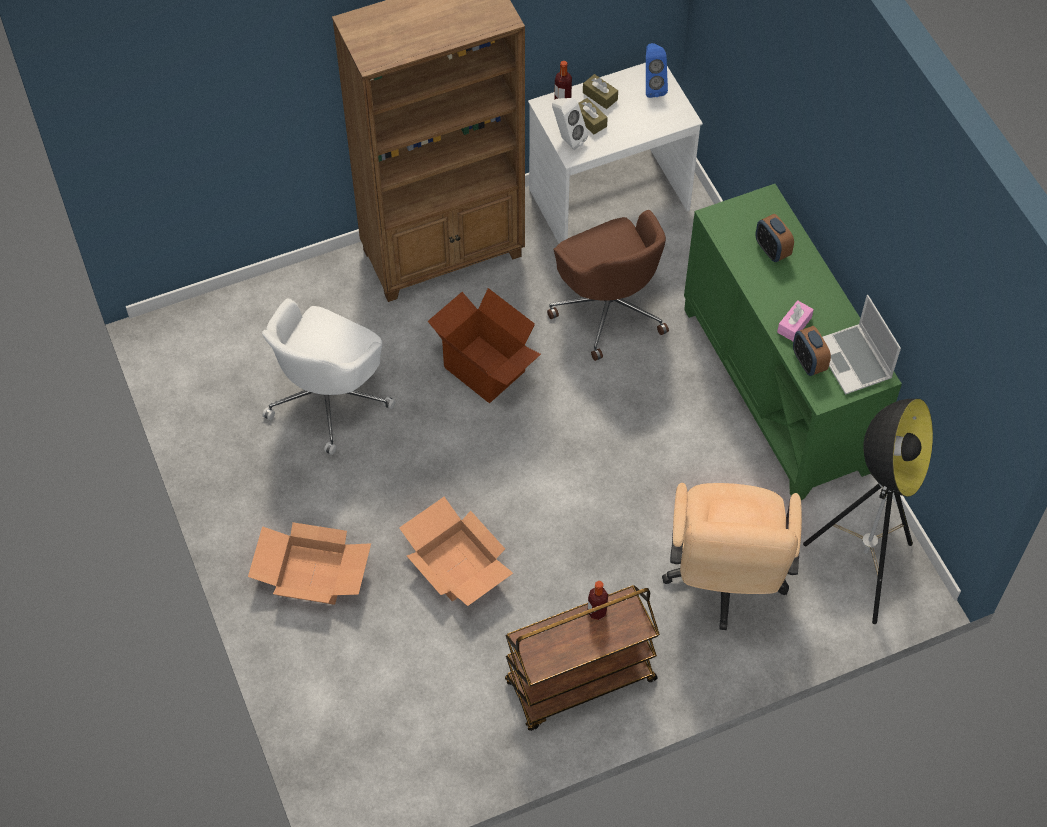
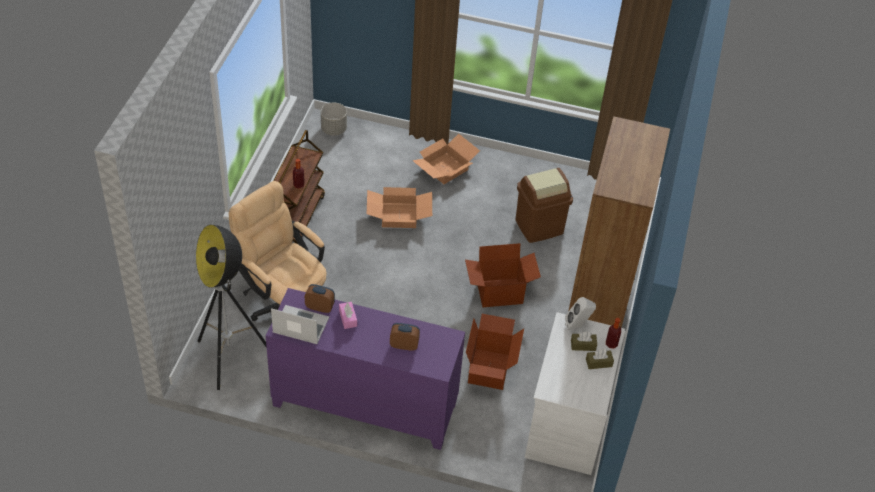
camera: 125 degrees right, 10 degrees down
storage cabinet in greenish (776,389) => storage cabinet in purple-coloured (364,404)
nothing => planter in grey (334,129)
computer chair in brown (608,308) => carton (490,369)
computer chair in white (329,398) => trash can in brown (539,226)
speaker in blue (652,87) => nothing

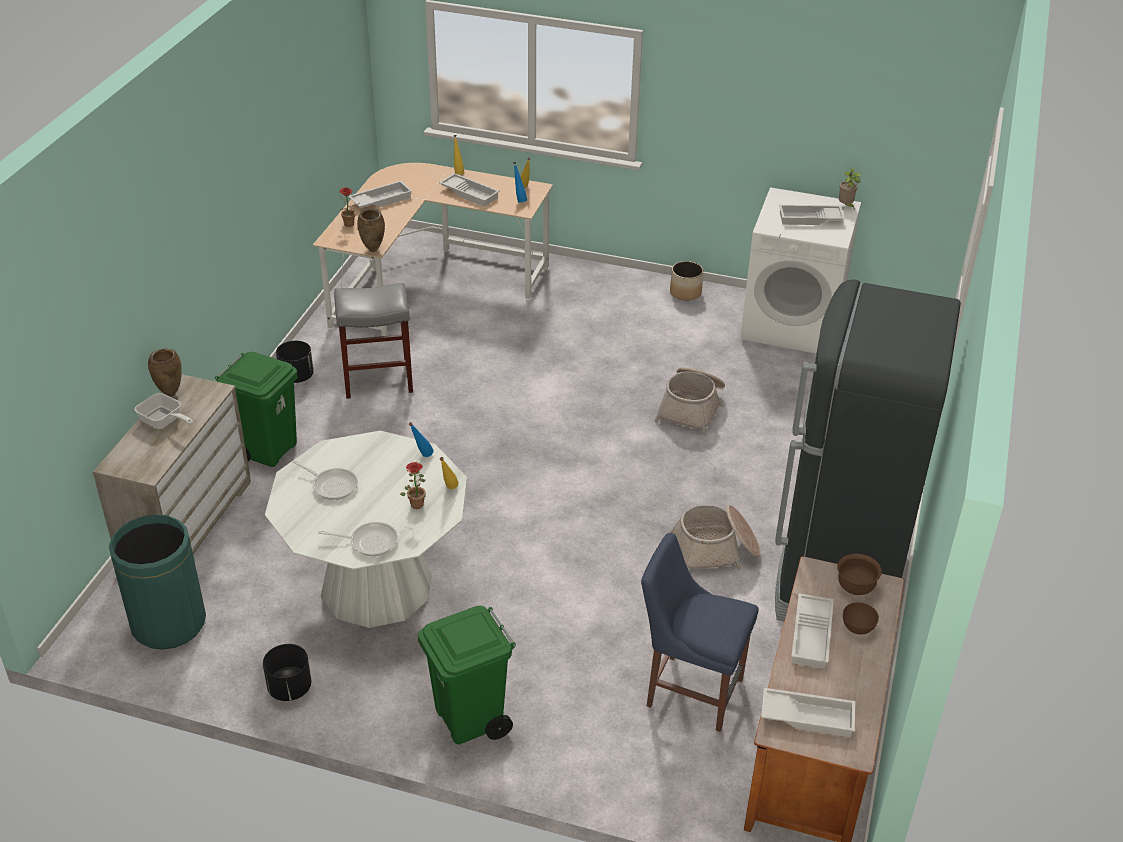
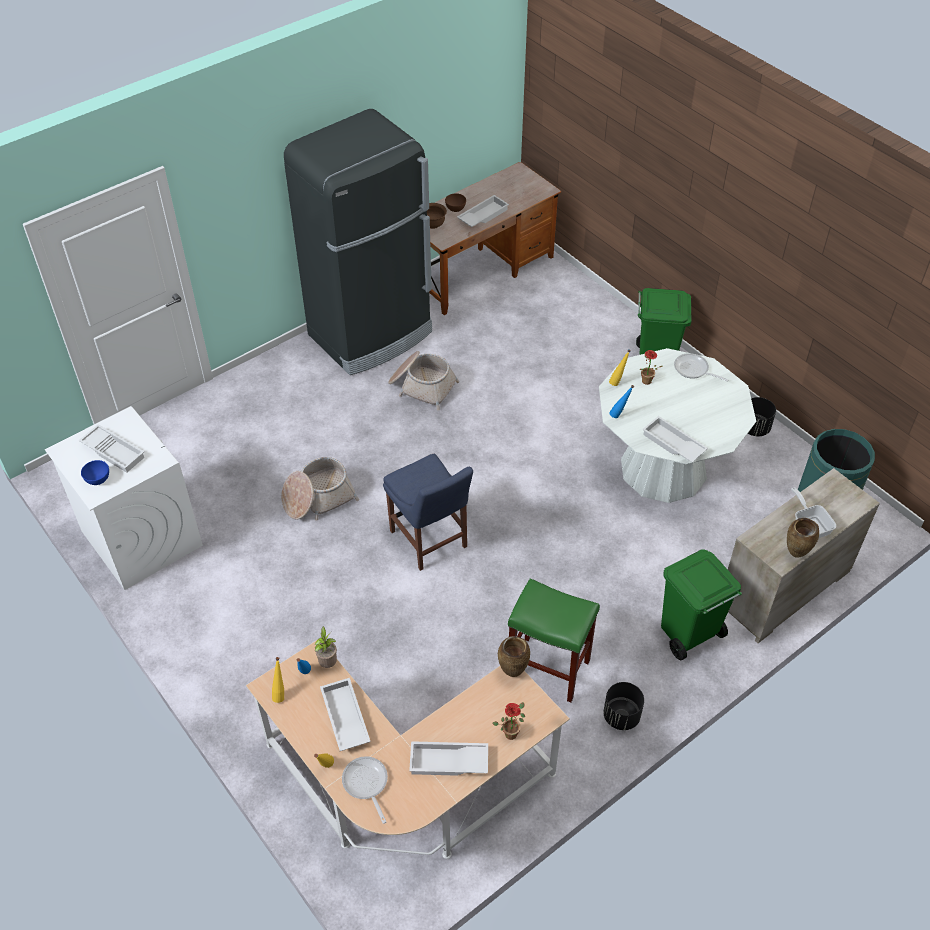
camera: 145 degrees left, 10 degrees up
nothing => deep dish in blue (98,480)
potted plant (846,206) => potted plant (328,663), move
pan (332,485) => pan (366,784), move
plain chair in blue (690,690) => plain chair in blue (430,541), move
sitting stool in grey (377,381) => sitting stool in greenish (549,668)
serving tray in white (808,716) => serving tray in white (672,444), move
planter (685,292) => nothing

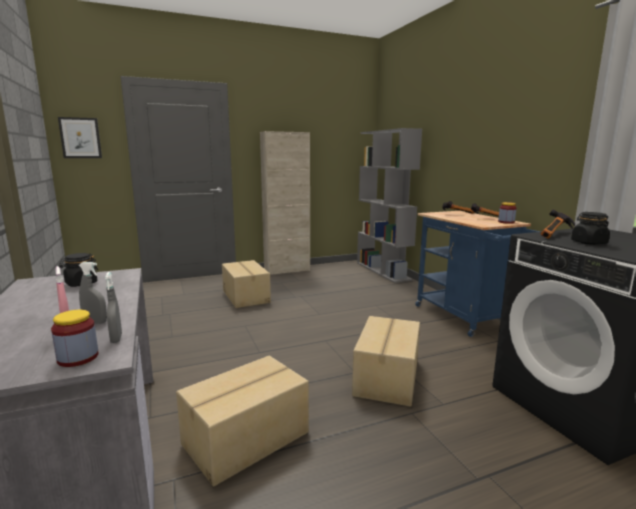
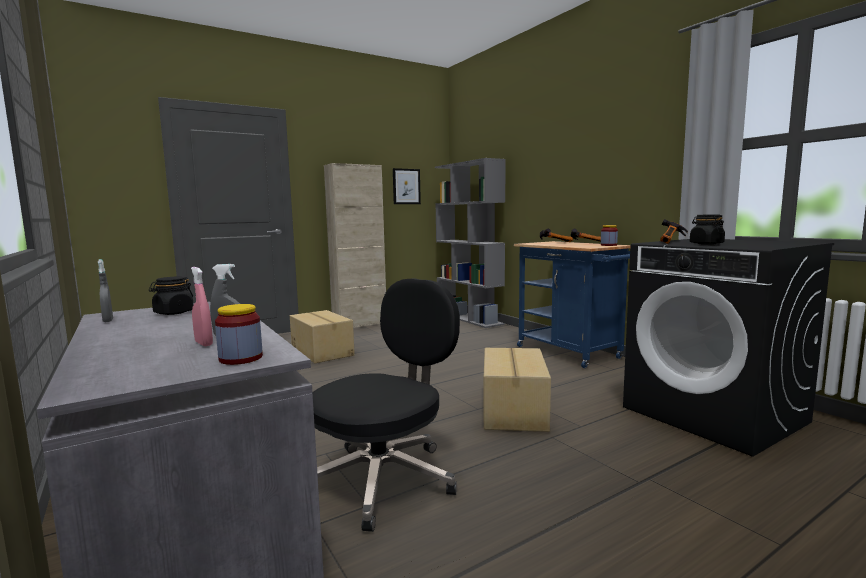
camera: 10 degrees left, 5 degrees down
spray bottle in grey (116,338) => spray bottle in grey (108,320), move
carton (247,439) => computer chair in blackish (384,479)
wall picture (80,138) => wall picture (406,186), move

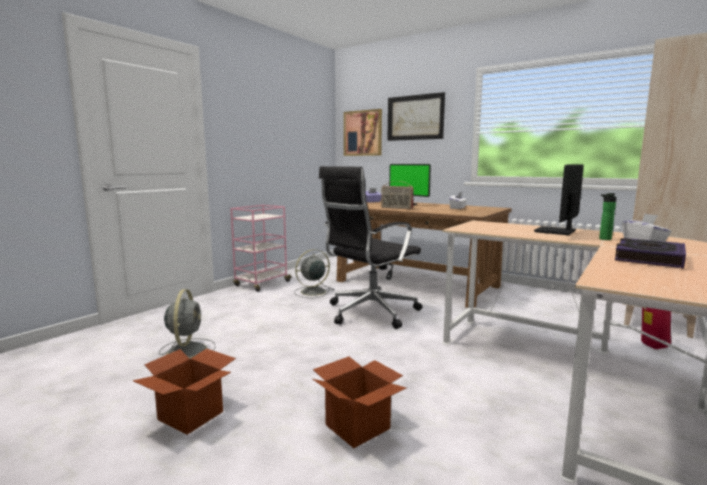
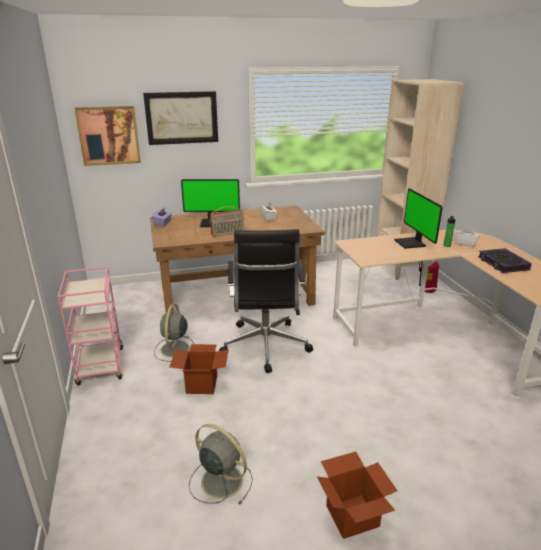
camera: 50 degrees left, 15 degrees up
carton (357,427) => carton (202,384), move

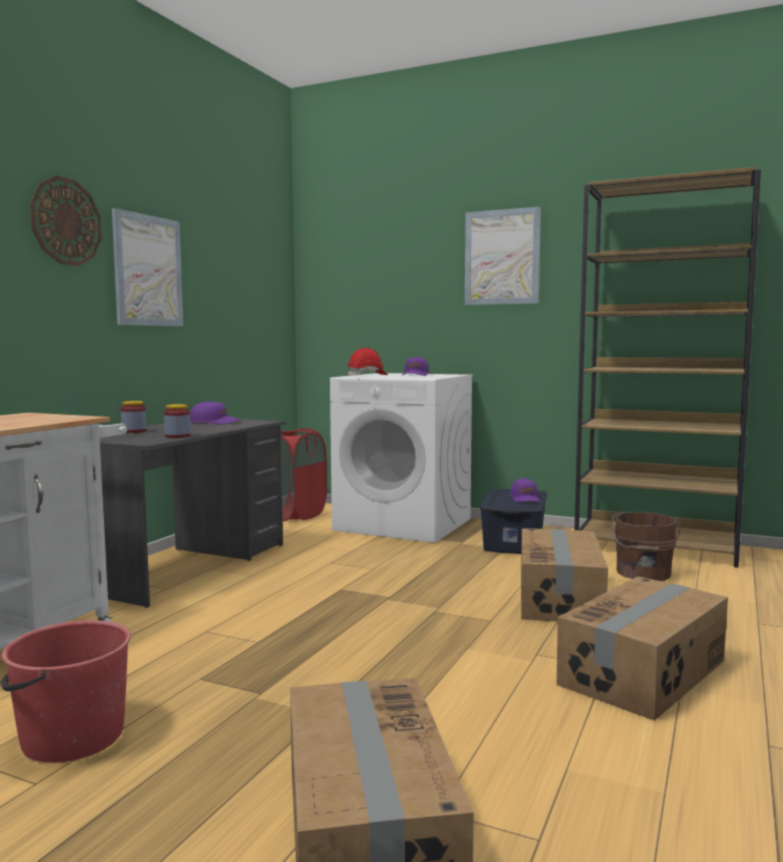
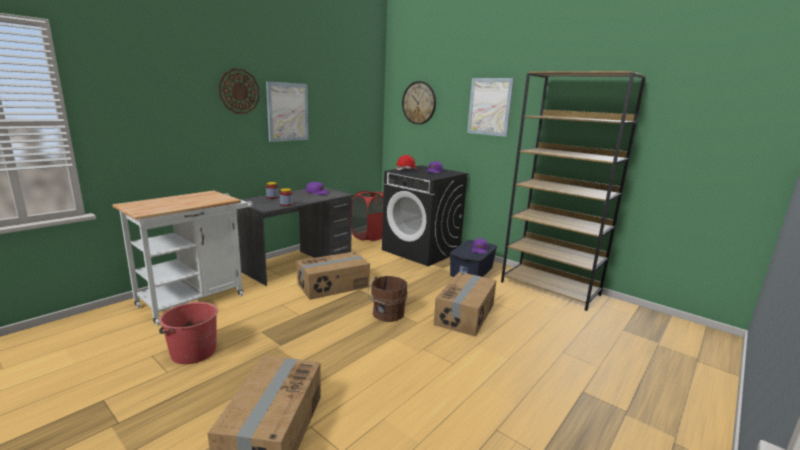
camera: 15 degrees right, 10 degrees up
carton (644,673) => carton (333,286), move
bucket in brown (643,573) => bucket in brown (387,314), move
laundry machine in white (404,524) => laundry machine in blackish (421,251)
nothing => hanging clock (419,103)

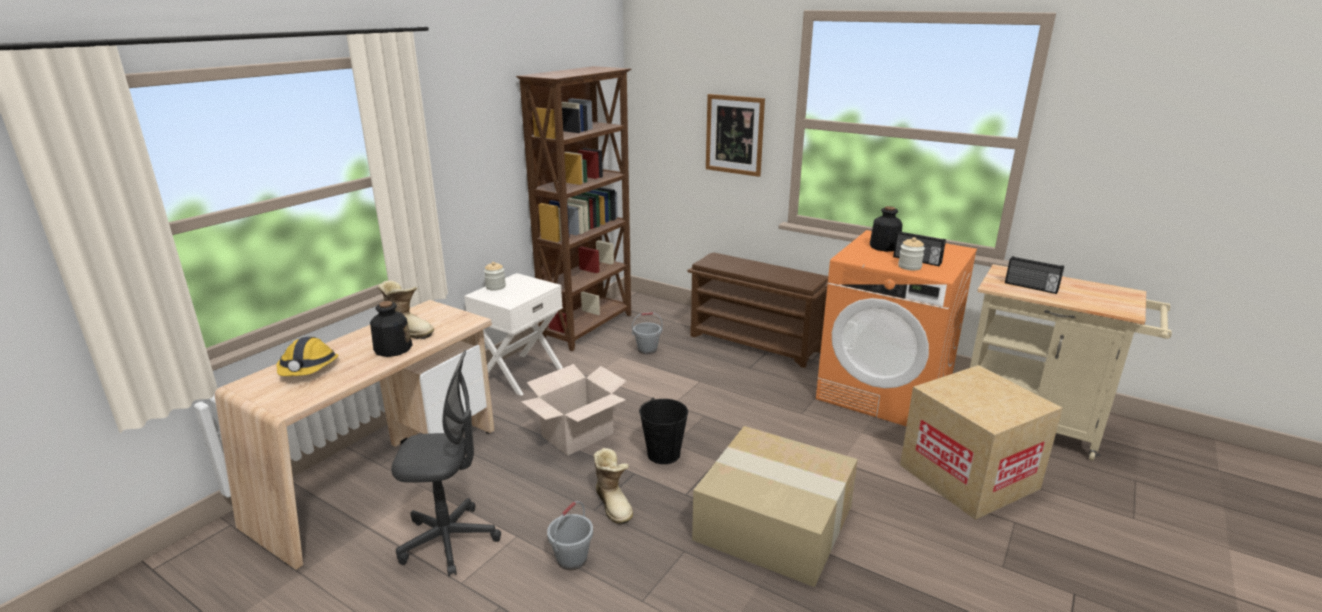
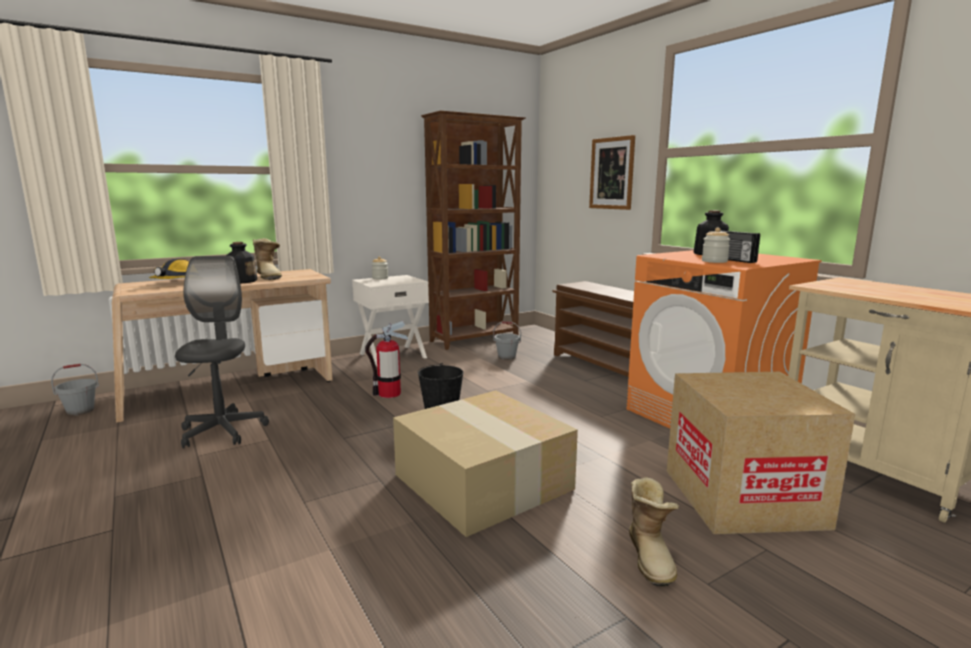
camera: 25 degrees right, 10 degrees down
bucket in grey (572,559) => bucket in grey (80,411), move
computer chair in grey (449,541) => computer chair in grey (223,431), 120 degrees counterclockwise
carton (577,434) => fire-fighting cylinder (389,393)
high-top boot (614,504) => high-top boot (652,557), move
radio set (1031,287) => nothing

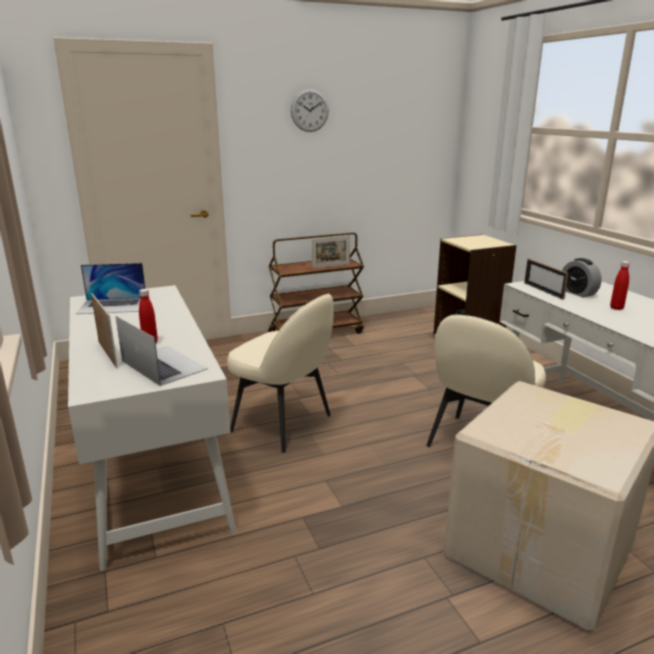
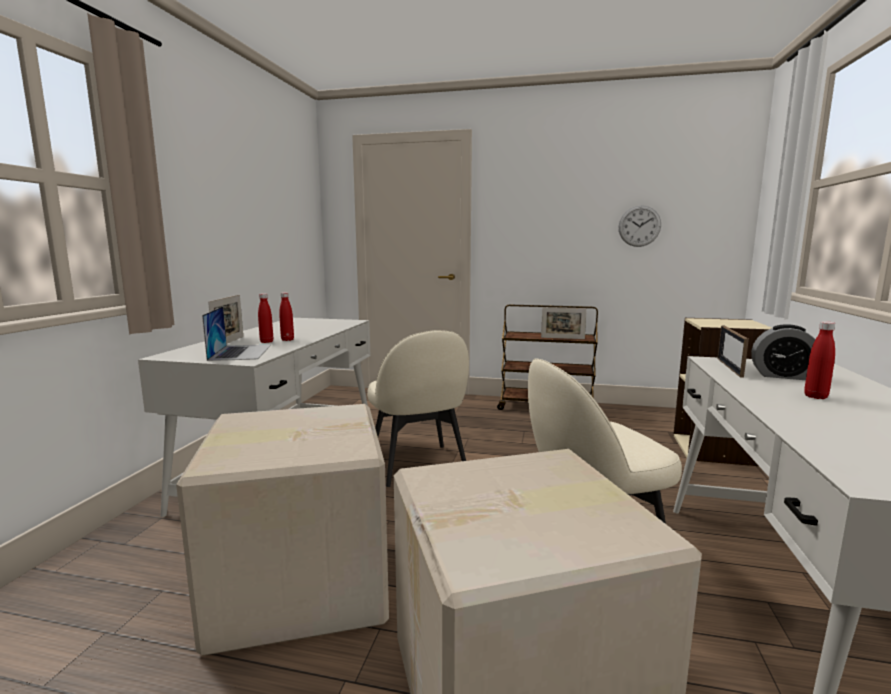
camera: 35 degrees right, 10 degrees down
nothing => carton (298,582)
nothing => drink bottle in reddish (287,340)
hanging clock (309,110) => hanging clock (639,226), move
alarm clock (578,293) => alarm clock (782,376), 75 degrees counterclockwise
portable computer (113,305) => nothing

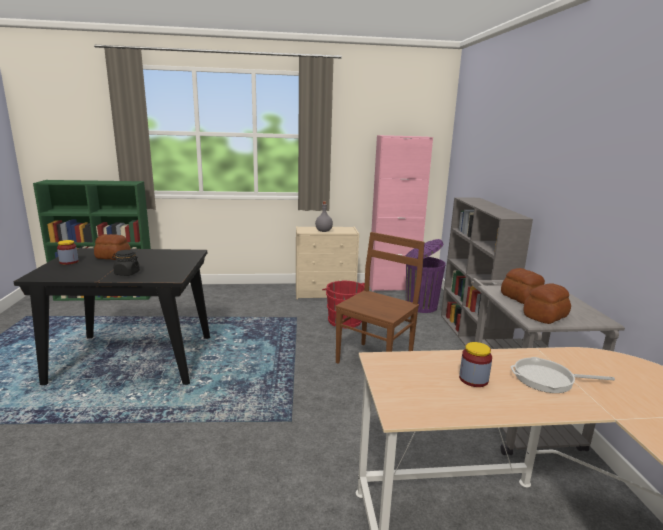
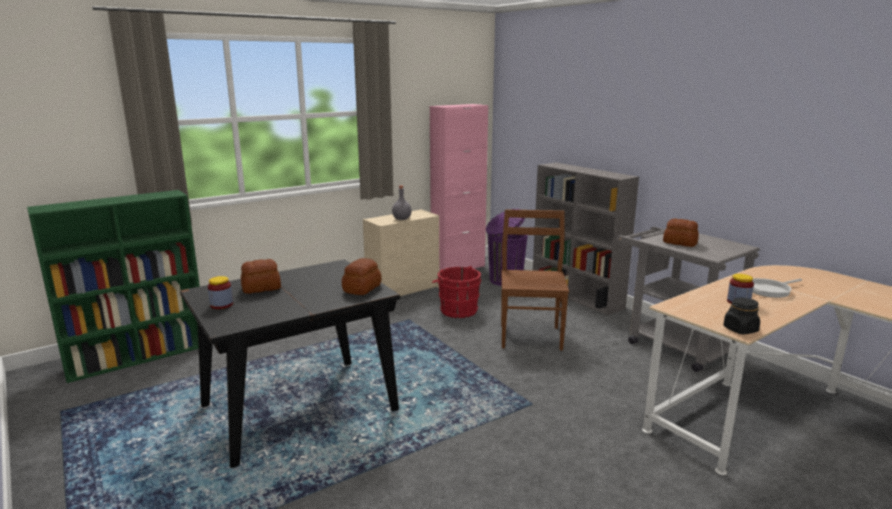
camera: 30 degrees left, 0 degrees up
baked bread (546,316) => baked bread (363,288), move
storage jar in blackish (127,273) => storage jar in blackish (740,329), move

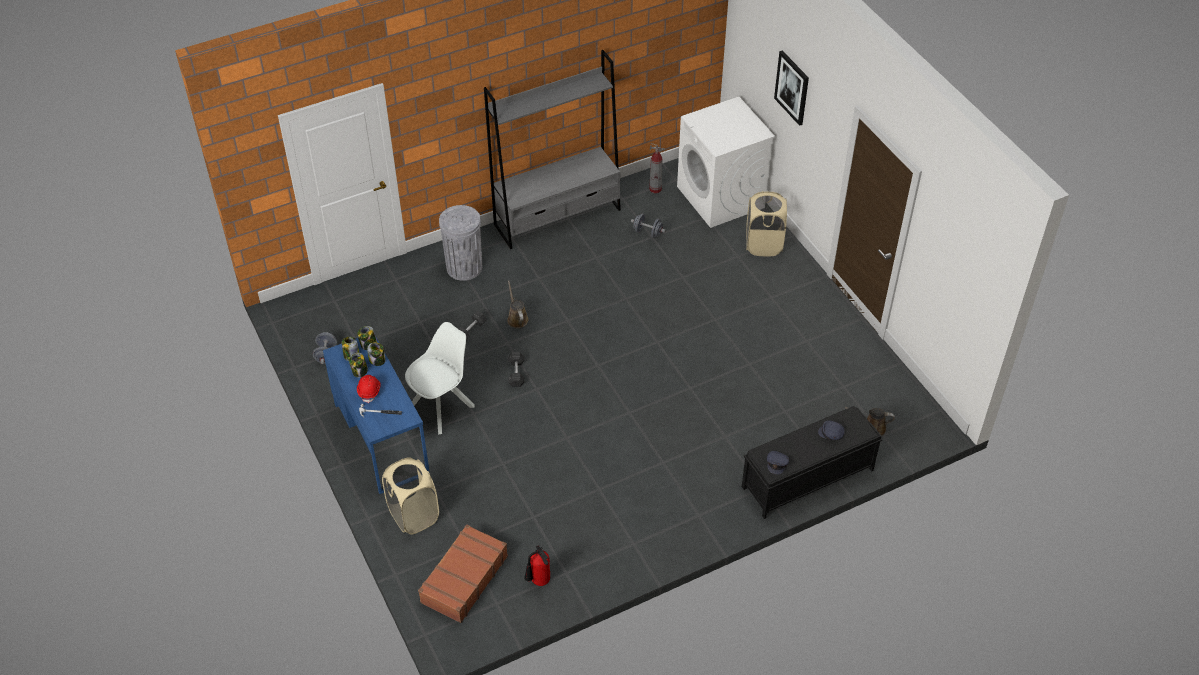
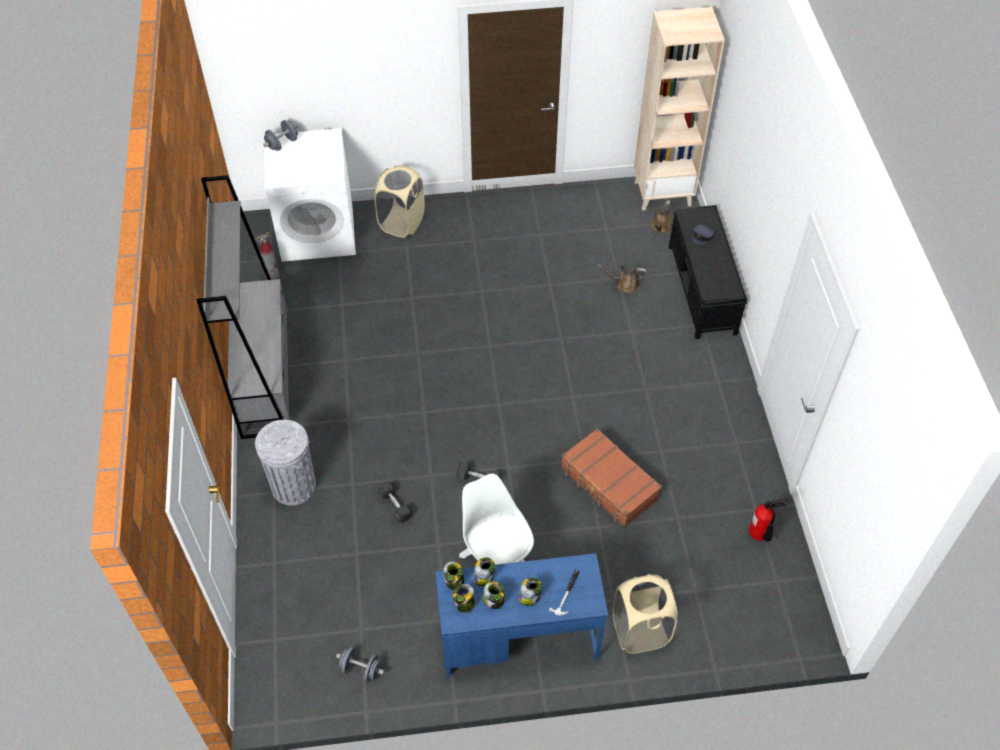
camera: 70 degrees left, 5 degrees up
dumbbell in grey (647,232) => dumbbell in grey (282,144), move
work helmet in reddish (369,391) => storage jar (529,596)
suitcase in brown (463,579) => suitcase in brown (609,484), move
watering can in brown (517,318) => watering can in brown (624,285), move
nothing => shelving unit in beige-coloured (663,193)
baseball cap in grey (777,463) => nothing
wall picture (792,87) => nothing

